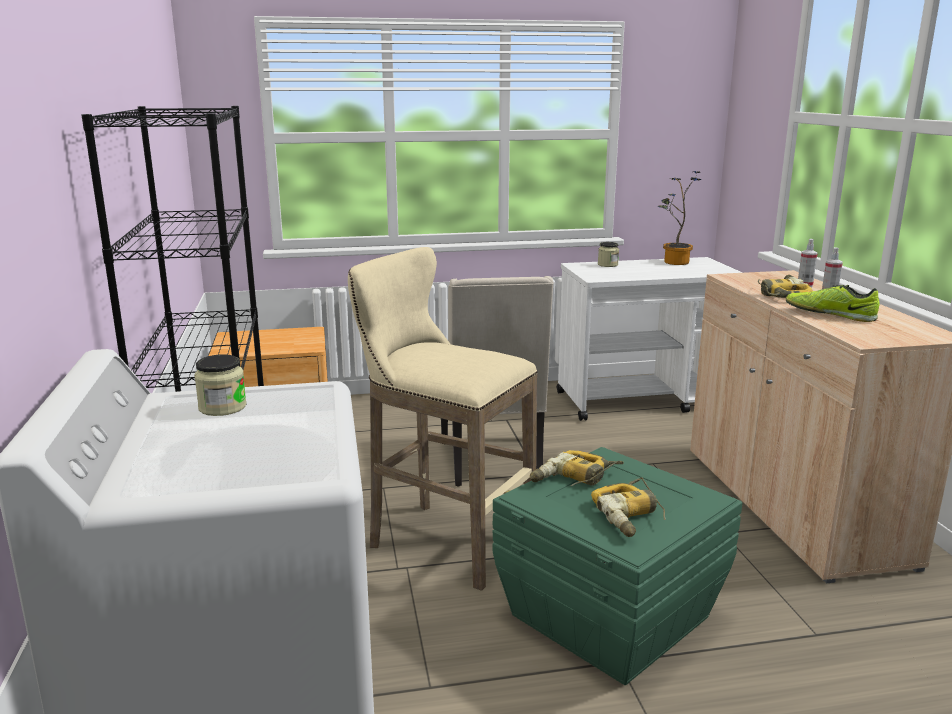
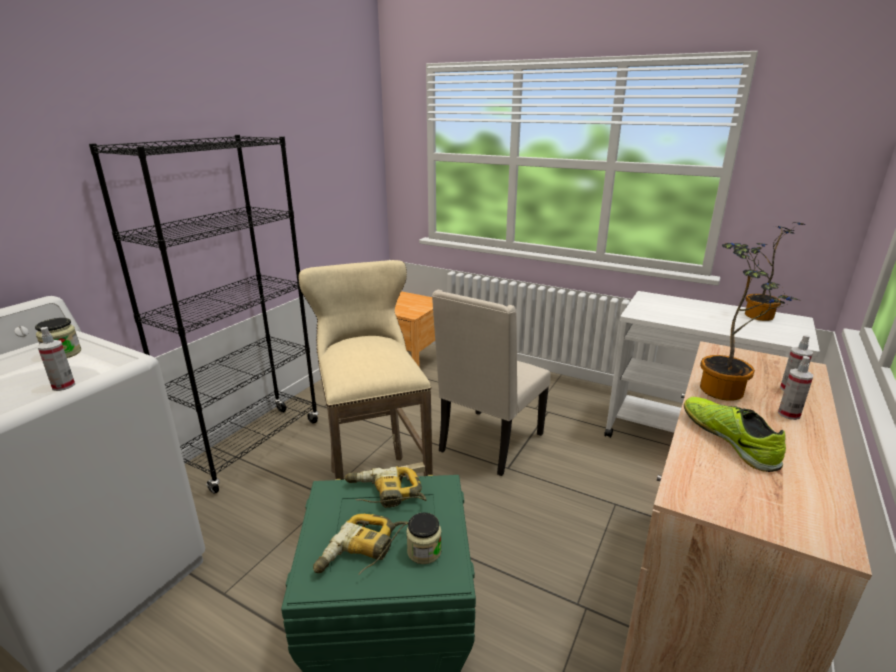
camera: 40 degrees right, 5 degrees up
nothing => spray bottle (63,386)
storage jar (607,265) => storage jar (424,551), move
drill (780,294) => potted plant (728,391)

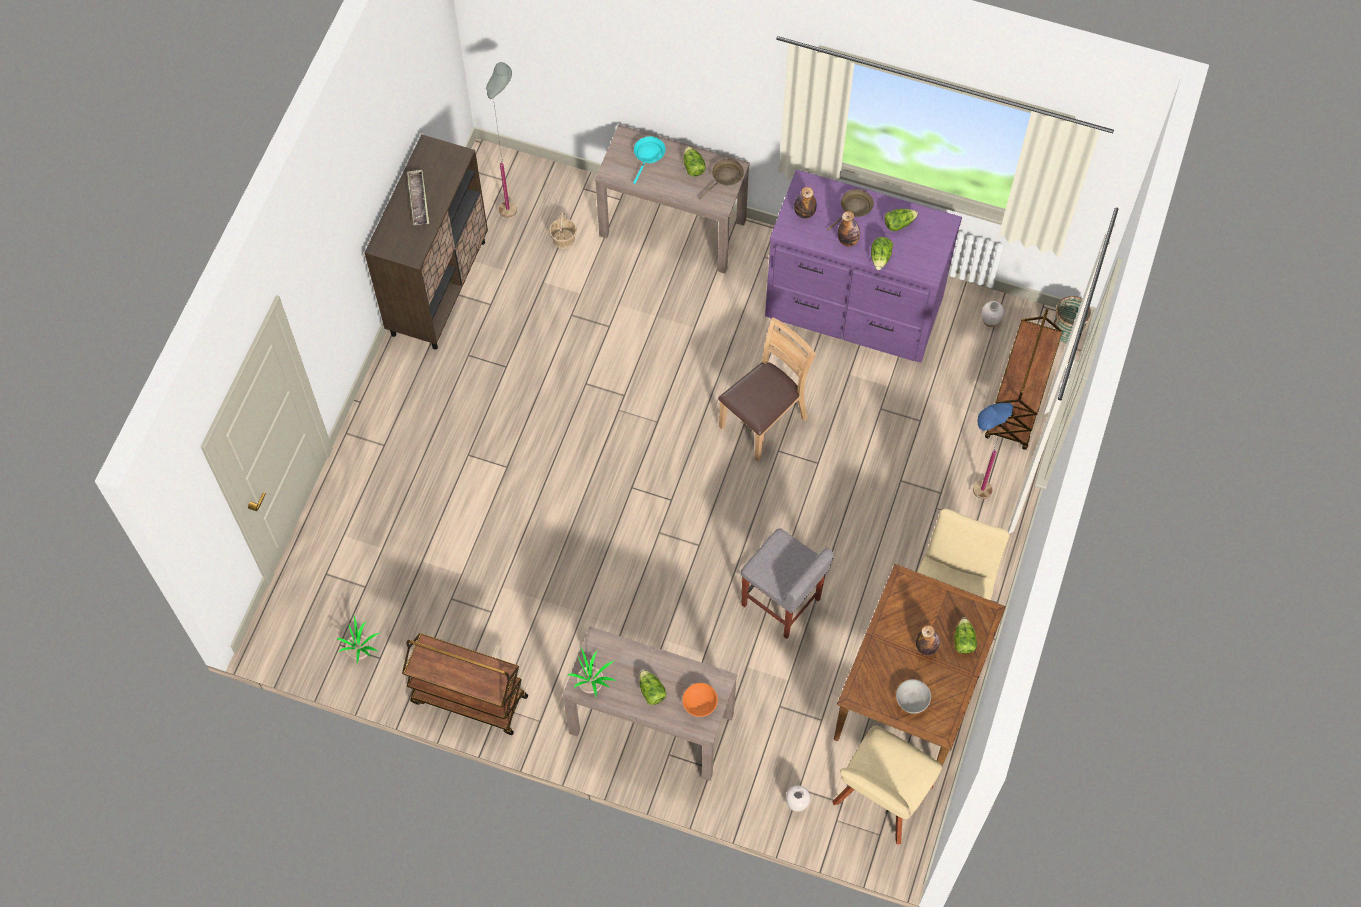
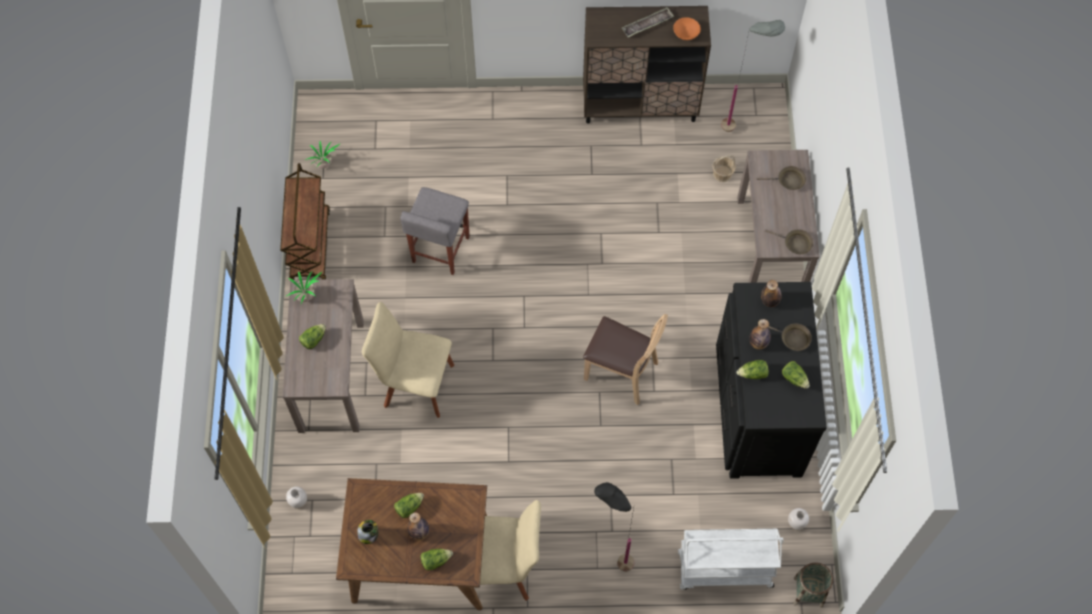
camera: 70 degrees right, 0 degrees up
deep dish in grey (912,700) => storage jar (368,535)
plain chair in beige-coloured (880,799) => plain chair in beige-coloured (415,383), move
lettuce head (693,166) => lettuce head (409,507), move
sitting stool in grey (781,603) => sitting stool in grey (440,250), move
floor lamp in blue (970,504) => floor lamp in blackish (611,558)
deep dish in orangey (700,703) => deep dish in orangey (686,34), move
cart in brown (1018,404) => cart in white (724,570)
dresser in purple-coloured (853,309) => dresser in blackish (757,409)
pan in turquoise-coloured (648,156) => pan in brown (788,181)

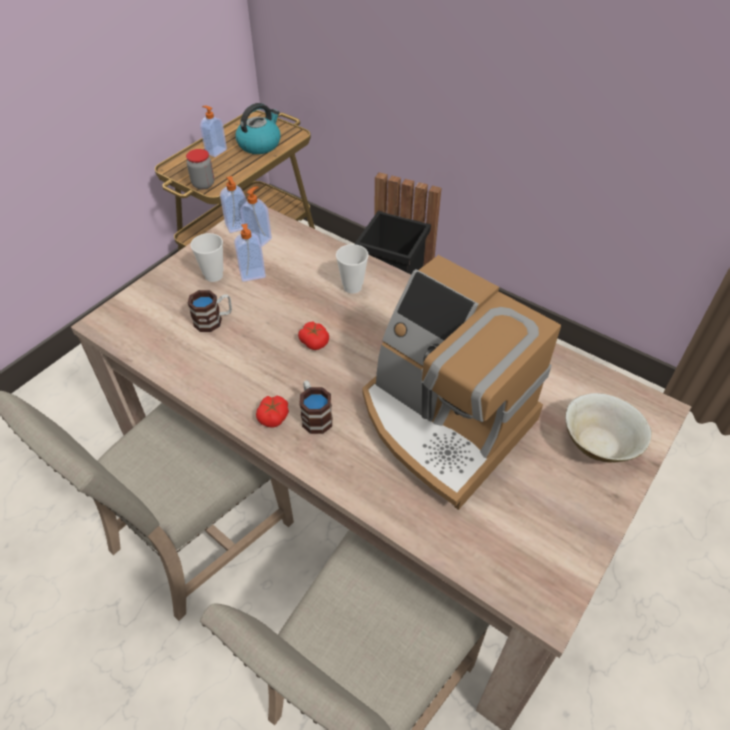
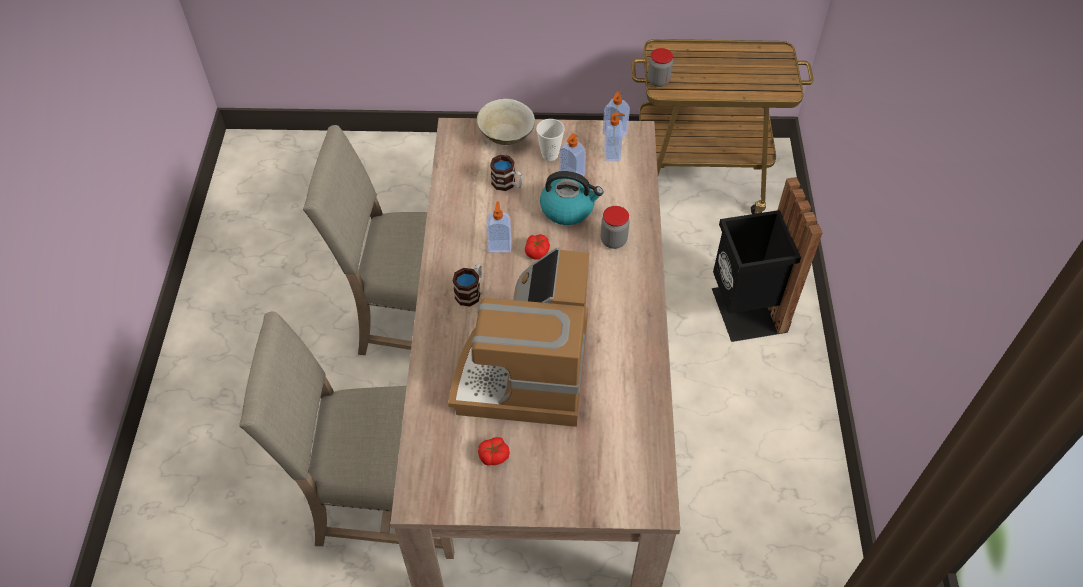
camera: 55 degrees right, 5 degrees up
deep dish in beige-coloured (599,443) => deep dish in beige-coloured (506,136), move
whole tomato (273,417) => whole tomato (494,455), move
liquid soap bottle (215,151) => liquid soap bottle (499,245), move
kettle (260,144) => kettle (568,208), move
small cup (352,287) => storage jar (613,240)

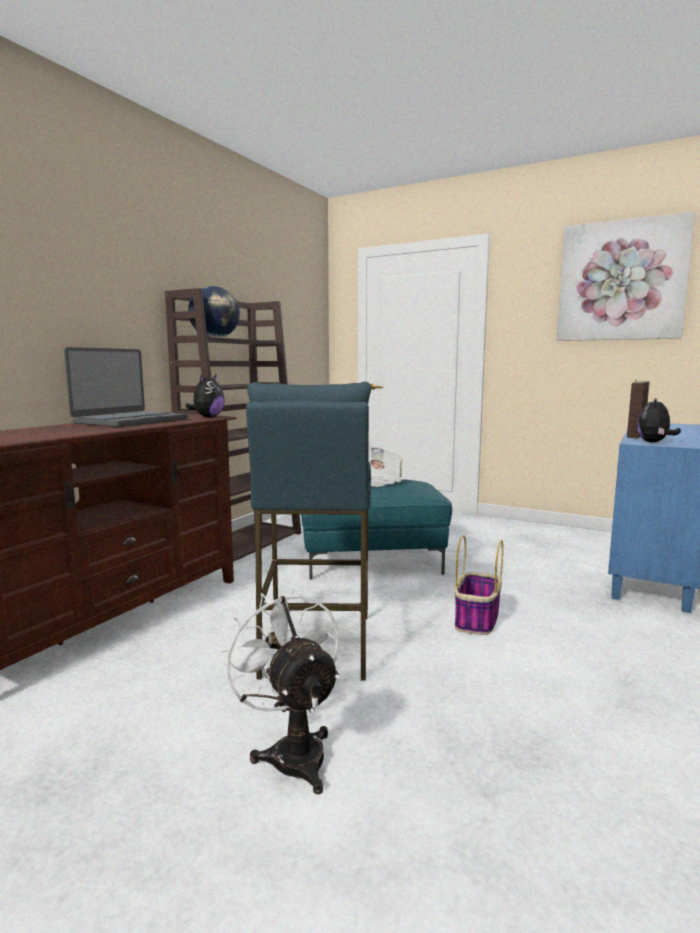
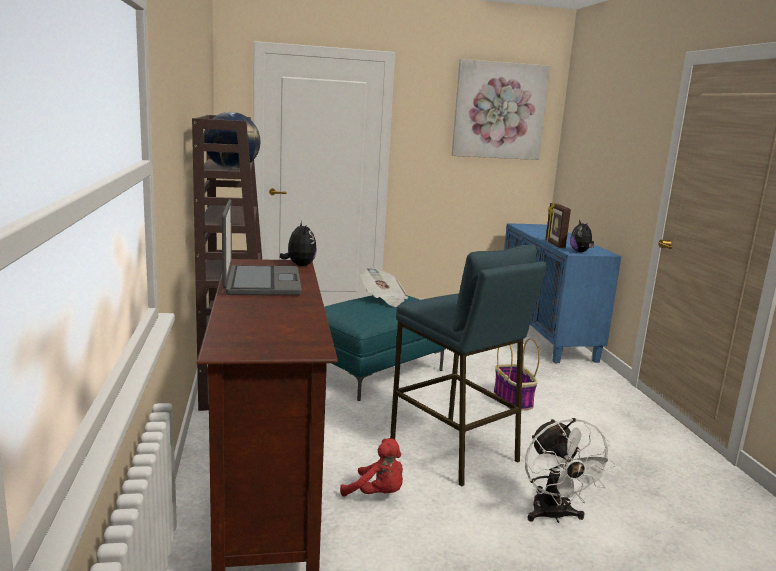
camera: 40 degrees left, 5 degrees up
nothing => plush toy in reddish (377,494)
cooling fan in white (292,751) => cooling fan in white (554,516), 120 degrees counterclockwise

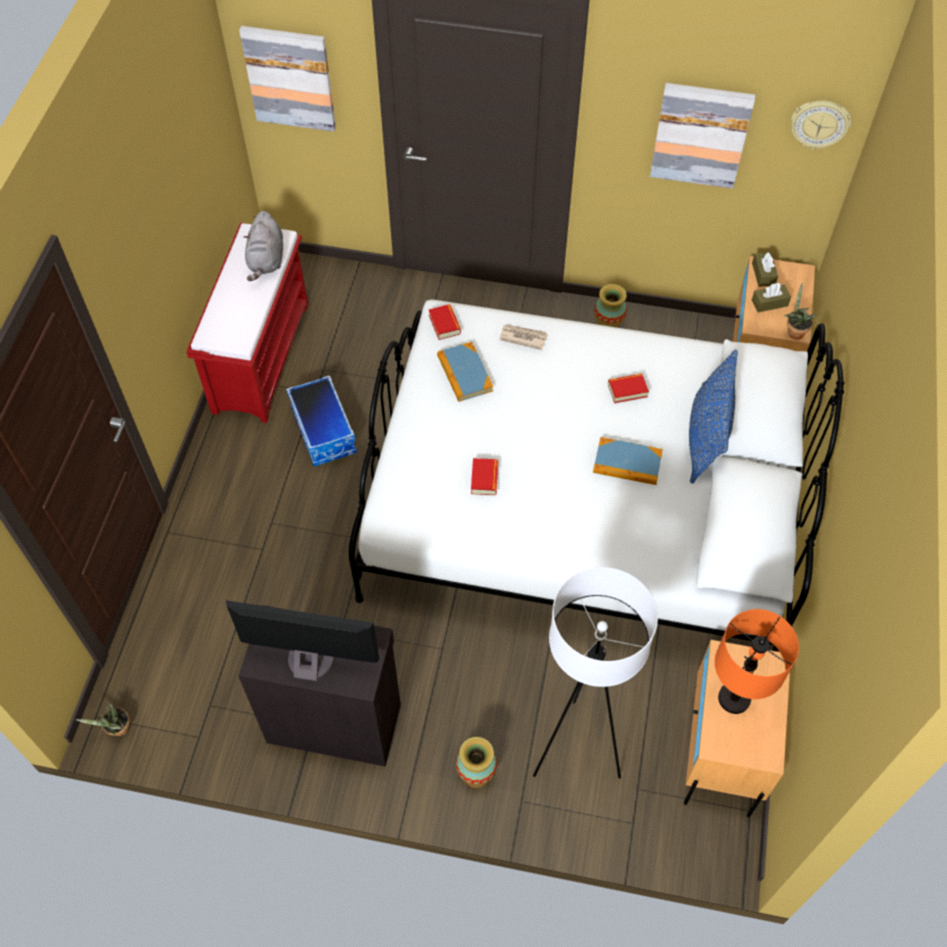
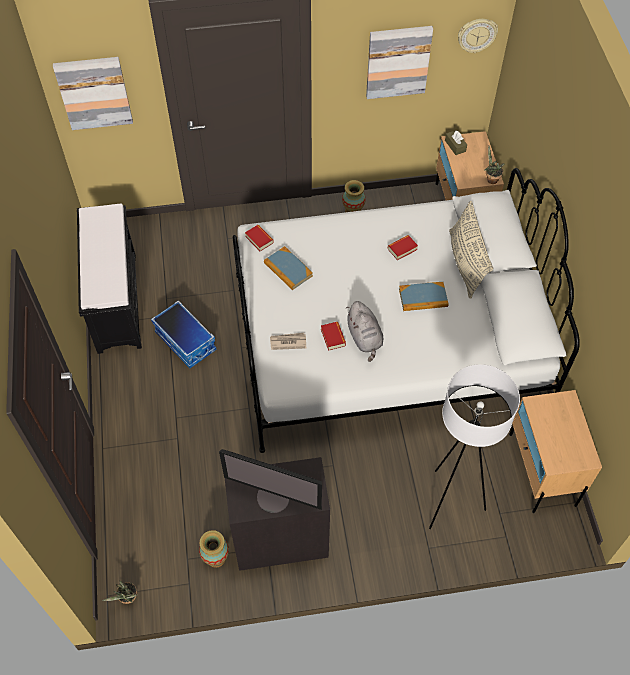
camera: 20 degrees left, 0 degrees up
bench in reddish (261,356) => bench in blackish (116,301)
flower vase (476,774) => flower vase (215,557), move
computer display (309,659) => computer display (274,496), 150 degrees counterclockwise
printed paper (523,337) => printed paper (288,342), move
plush toy in grey (266,260) => plush toy in grey (365,338), move
throw pillow in blue (706,434) => throw pillow in beige-coloured (465,263)
tabletop lamp in orangey (733,698) => nothing
tissue holder in brown (769,303) => nothing

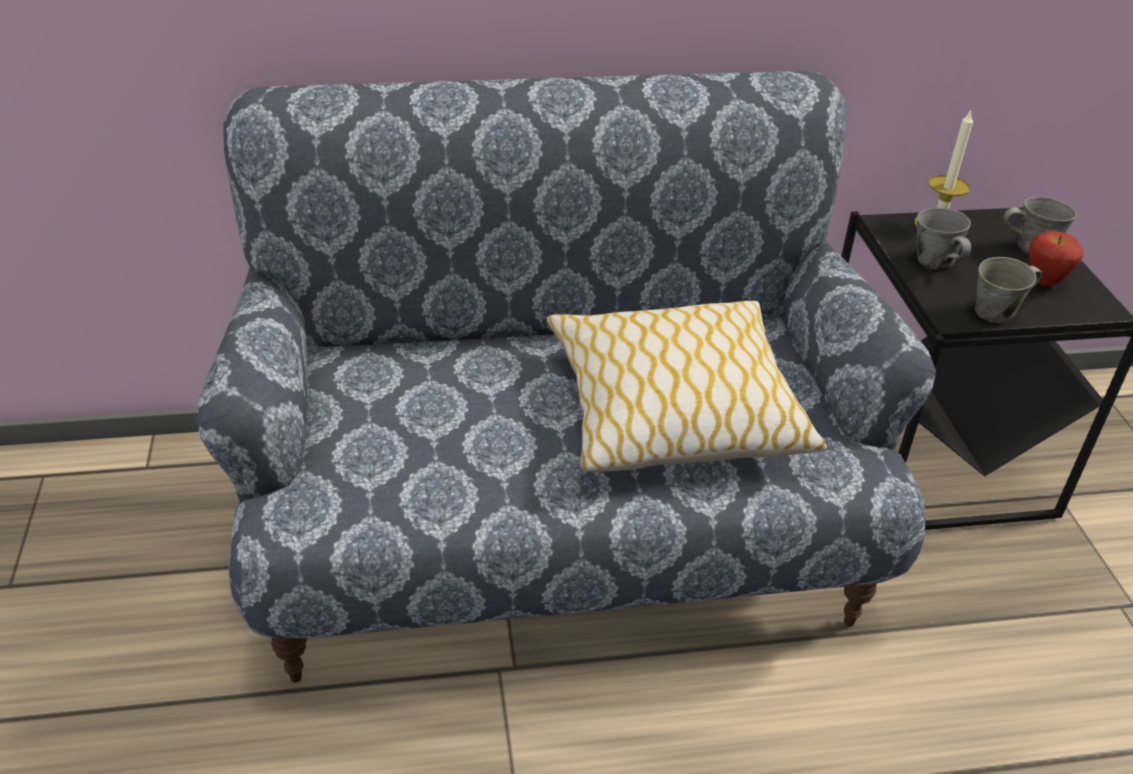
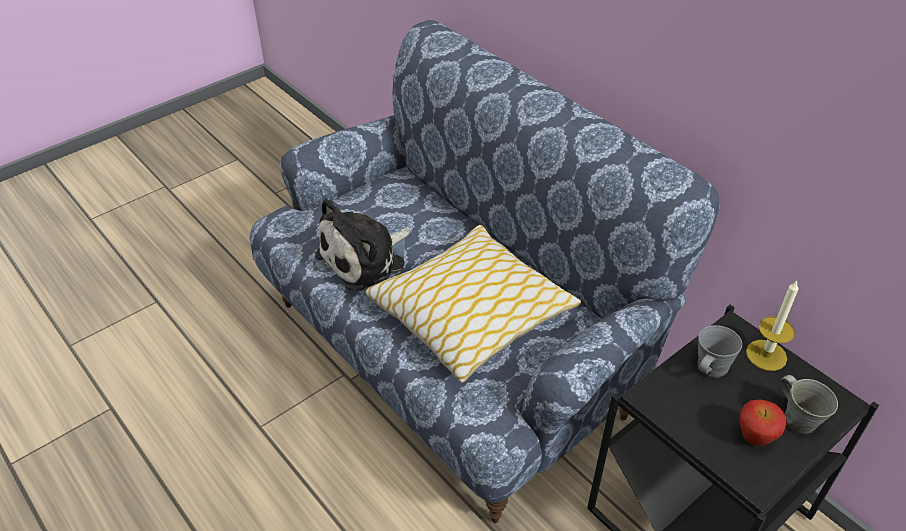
camera: 60 degrees right, 5 degrees up
nothing => plush toy (366,259)
mug in grey (997,312) => nothing

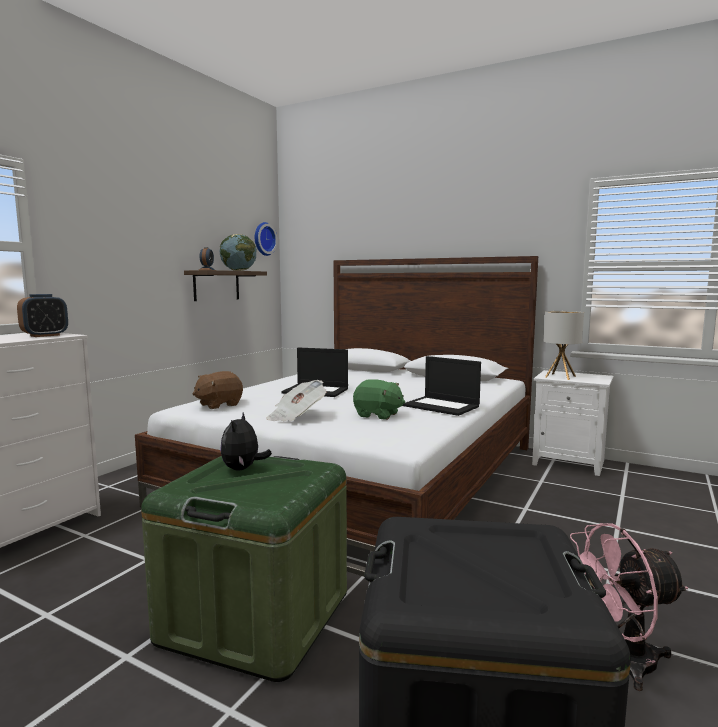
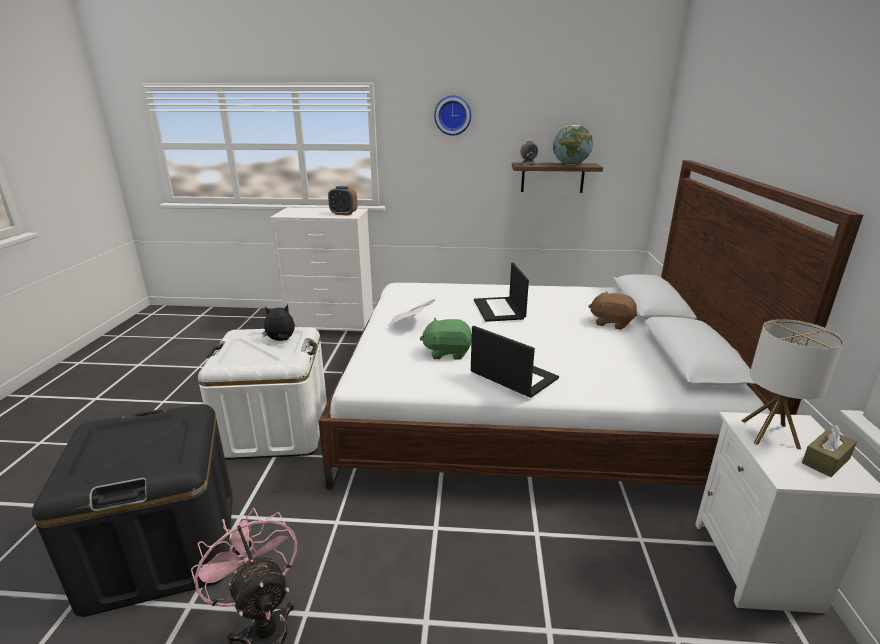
camera: 65 degrees right, 15 degrees up
storage box in greenish (255,617) => storage box in white (275,429)
plush toy in greenish (378,415) => plush toy in greenish (447,352), 90 degrees clockwise
hanging clock (263,239) => hanging clock (452,115), move
portable computer (442,406) => portable computer (512,375), 120 degrees clockwise
plush toy in brown (219,405) => plush toy in brown (611,323), move
nothing => tissue holder in brown (826,460)

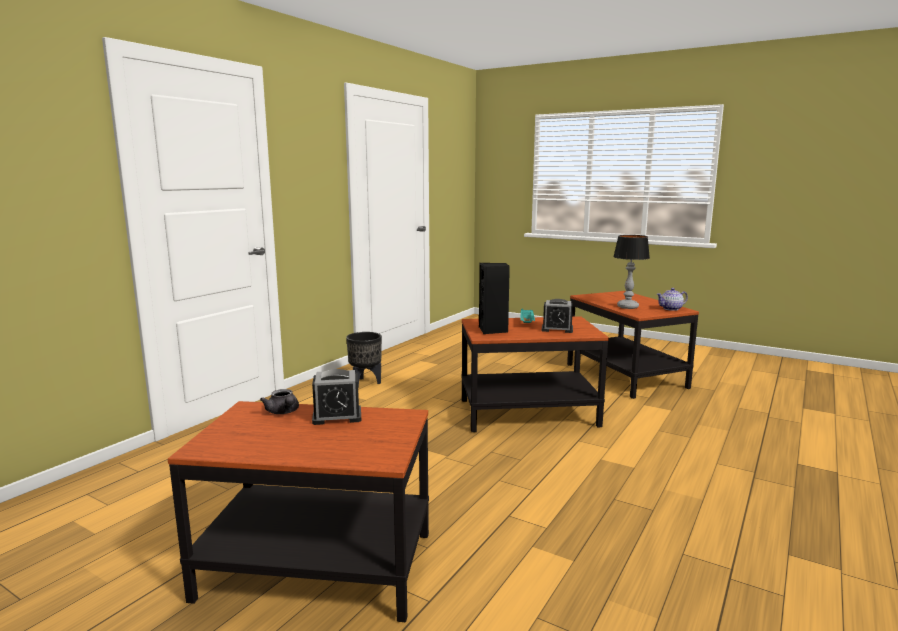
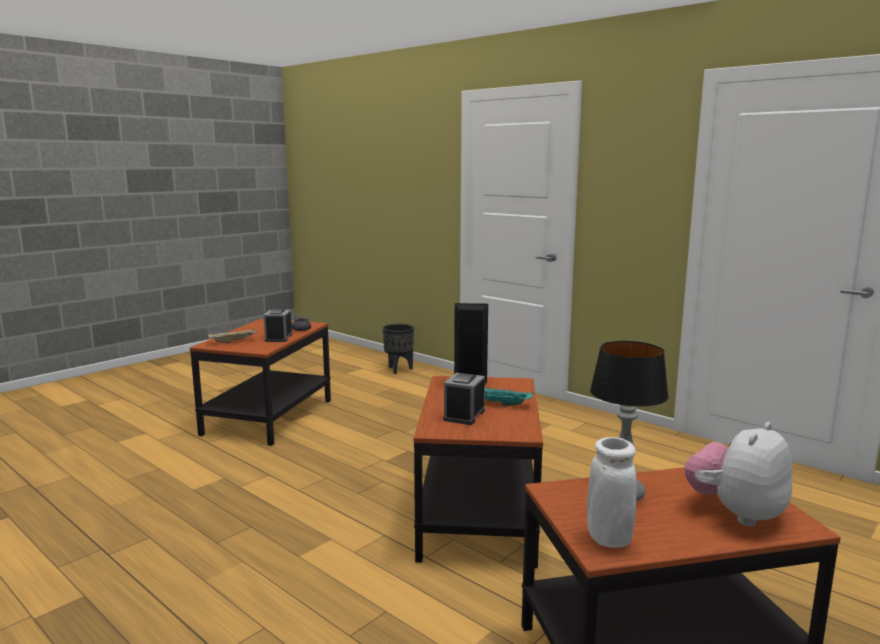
camera: 100 degrees right, 0 degrees up
nothing => serving tray in beige-coloured (233,342)
planter in blackish (366,383) => planter in blackish (398,370), move
teapot (671,309) => flower vase in white (608,539)
nothing => plush toy (736,513)

